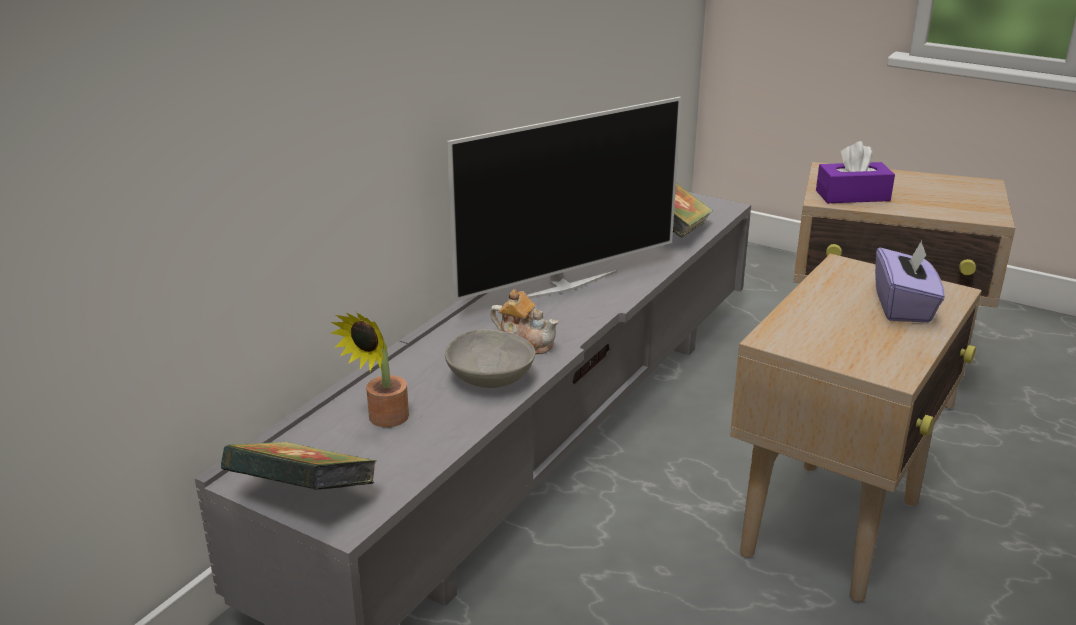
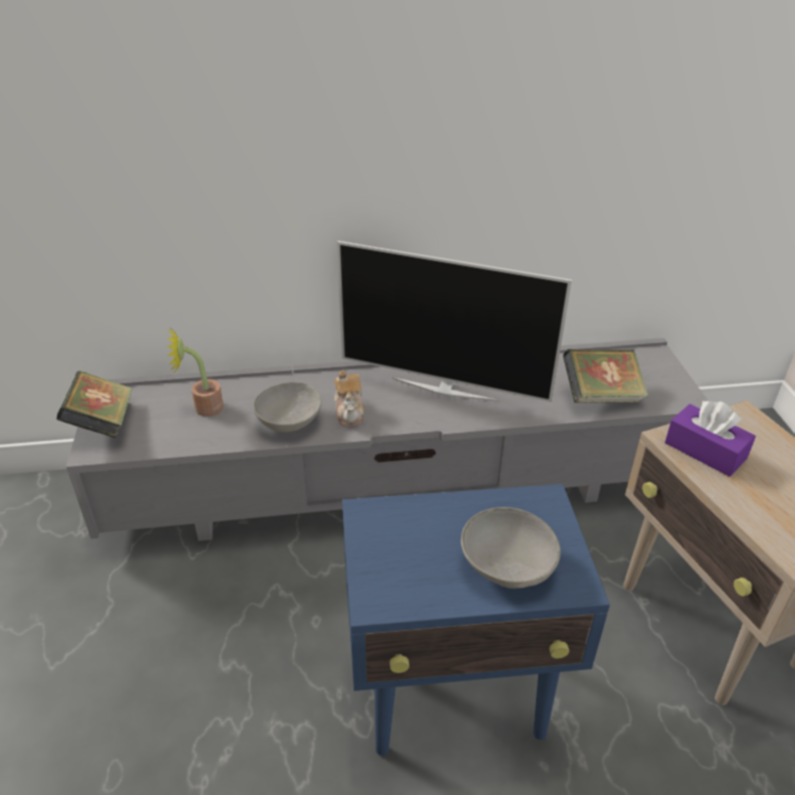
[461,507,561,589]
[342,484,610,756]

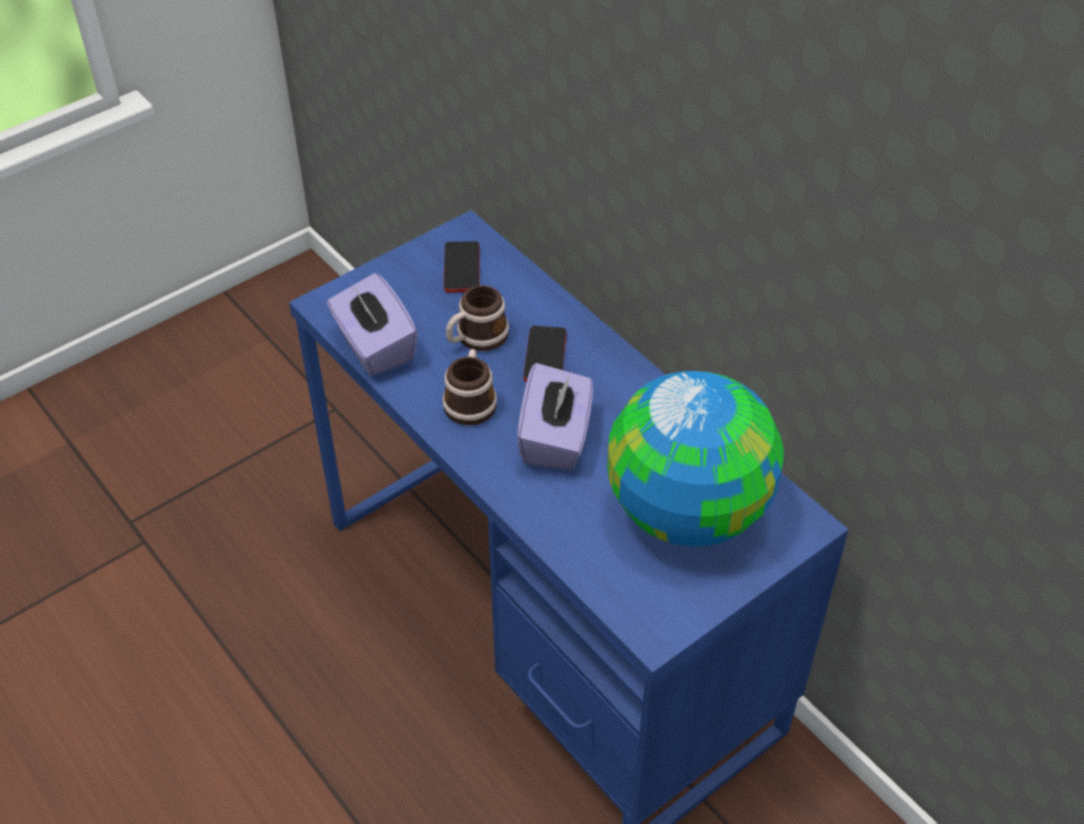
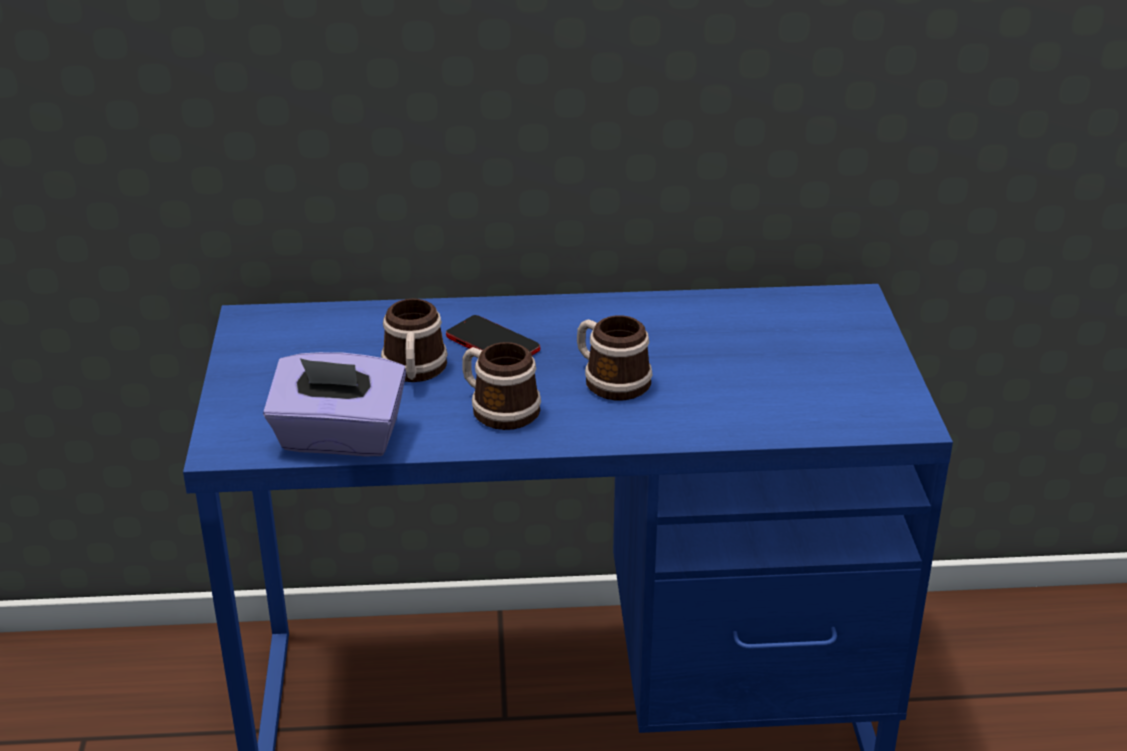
[444,241,480,292] (first image)
[577,315,653,401]
[607,371,784,547] (first image)

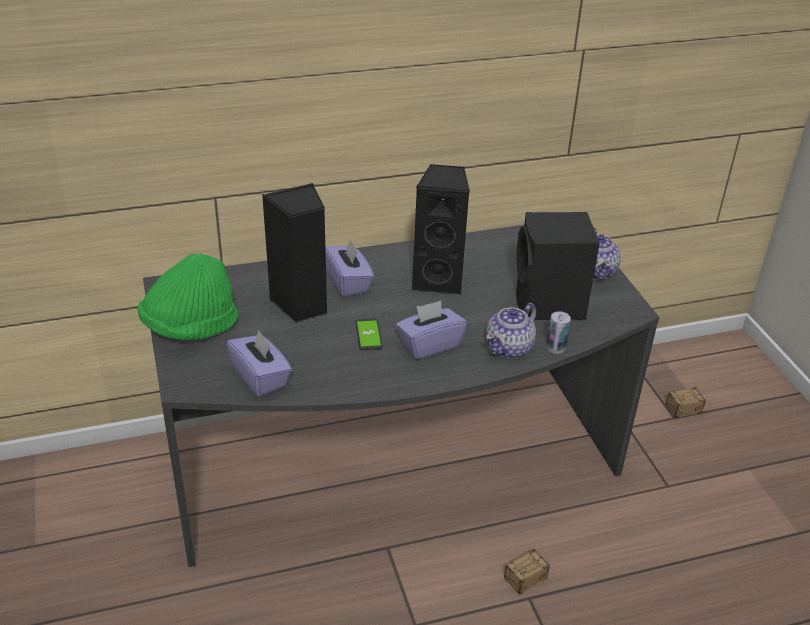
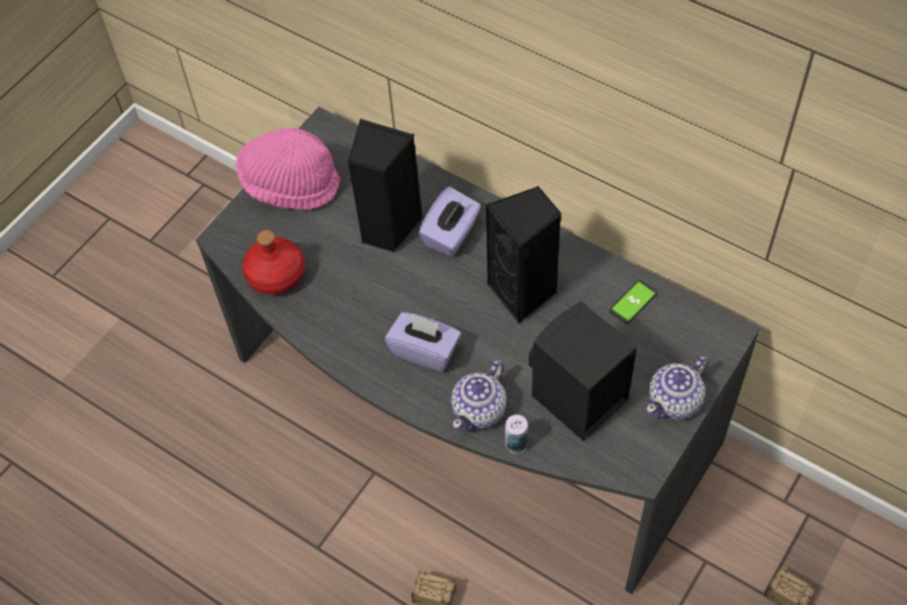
[236,128,340,210]
[451,360,507,432]
[609,280,658,324]
[242,230,305,295]

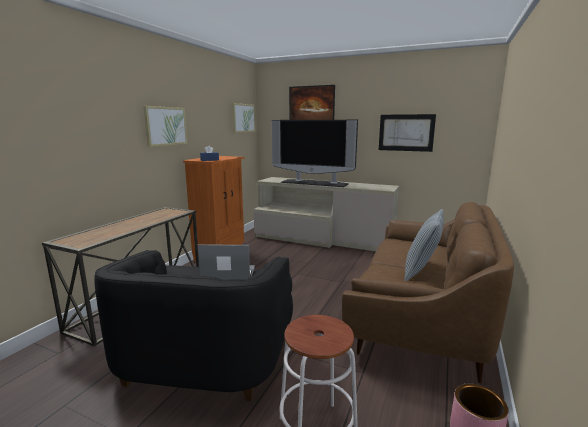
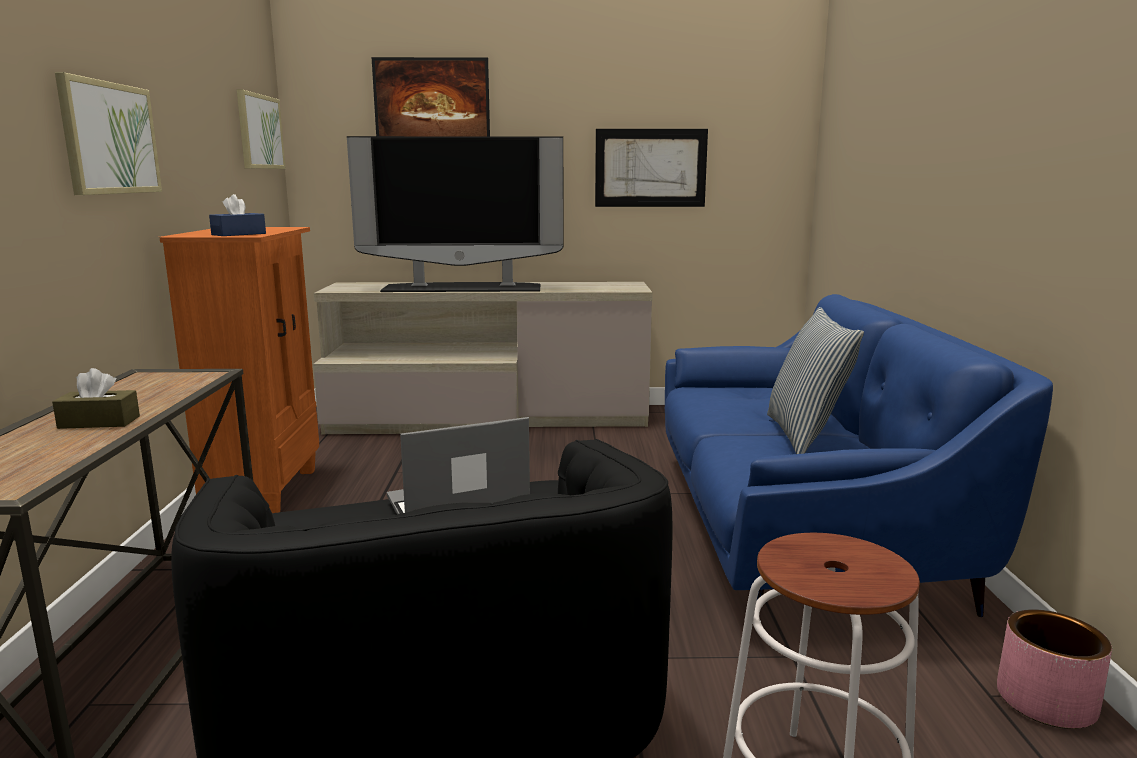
[665,294,1053,617]
[52,368,140,429]

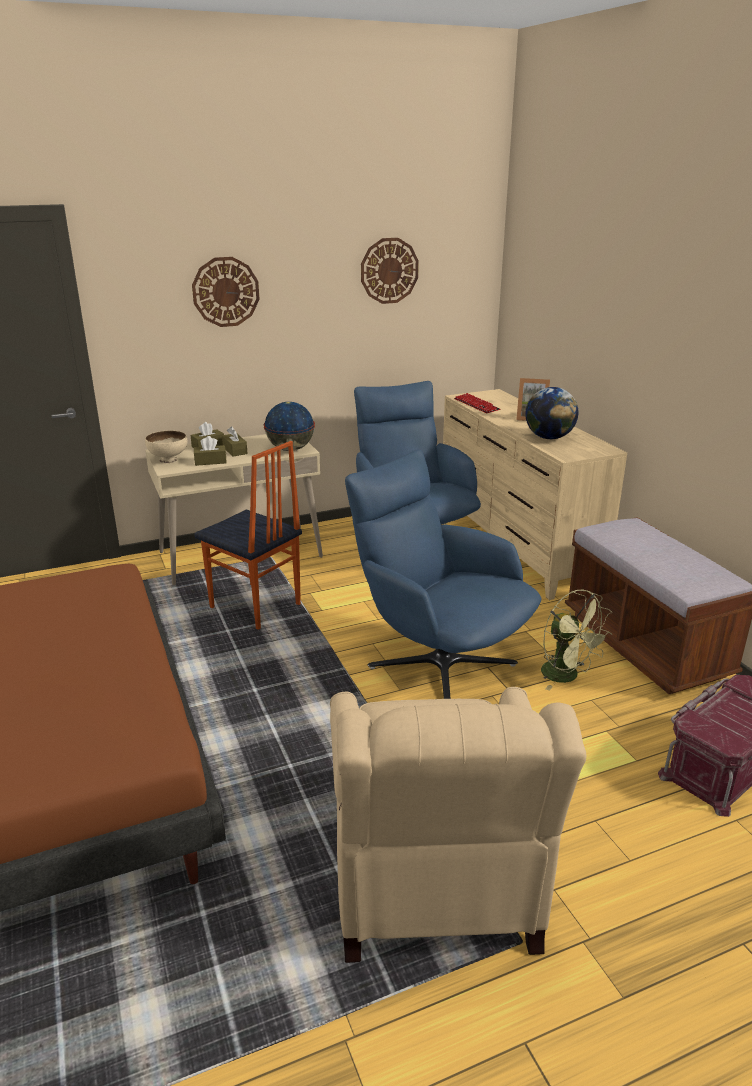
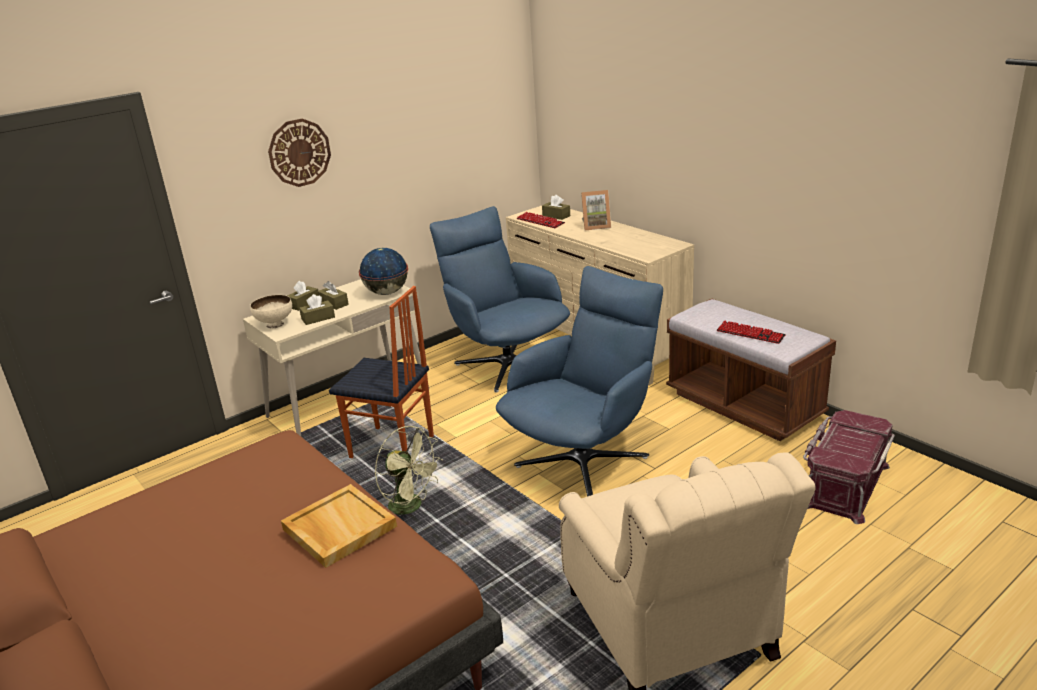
[361,238,419,304] (first image)
[525,387,579,439] (first image)
[496,266,663,497]
[375,426,443,515]
[542,195,570,220]
[717,320,786,344]
[281,484,397,568]

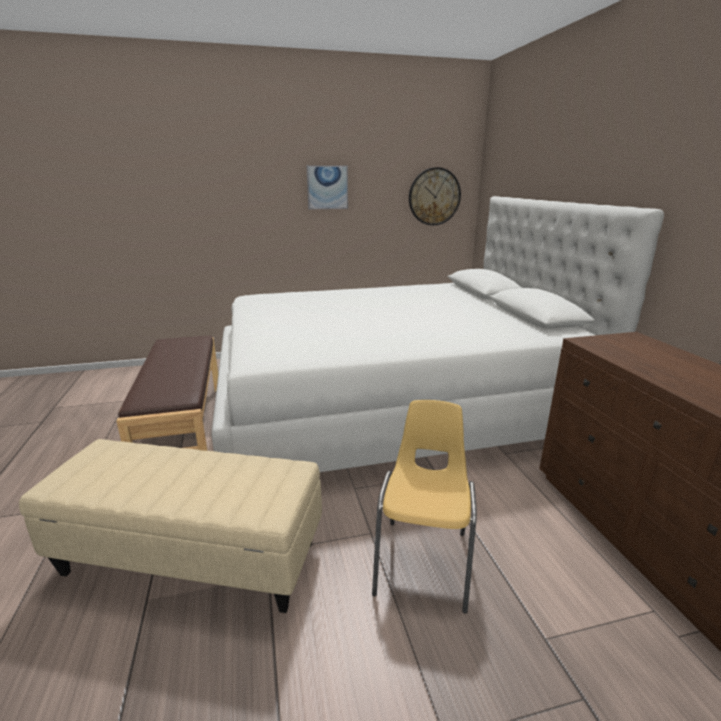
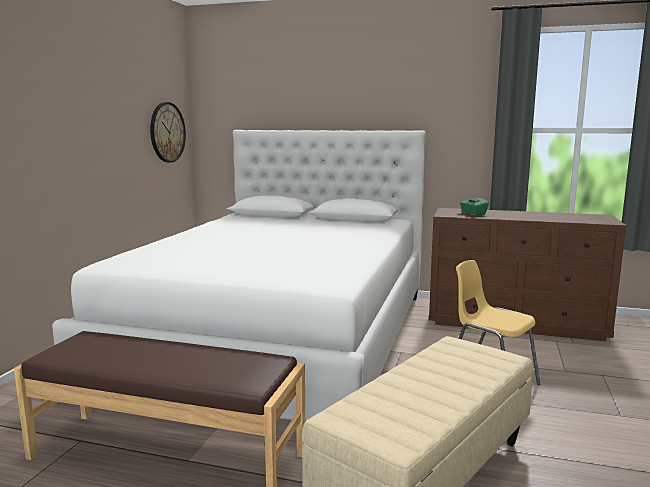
[306,165,348,209] (first image)
[460,194,489,216]

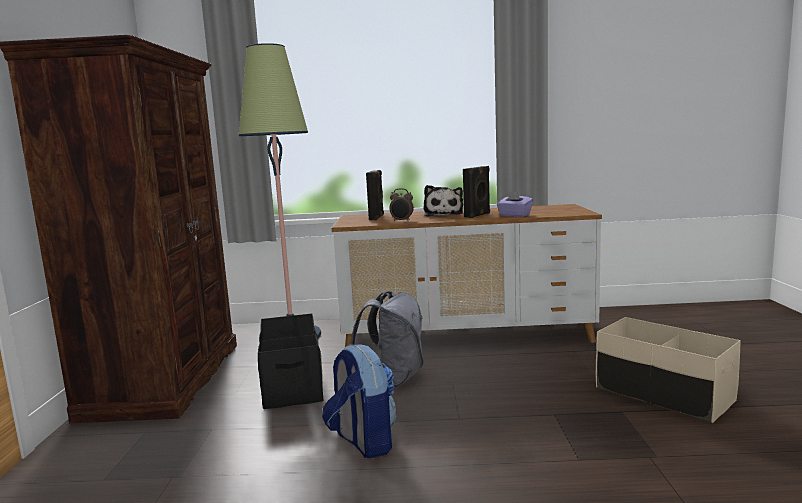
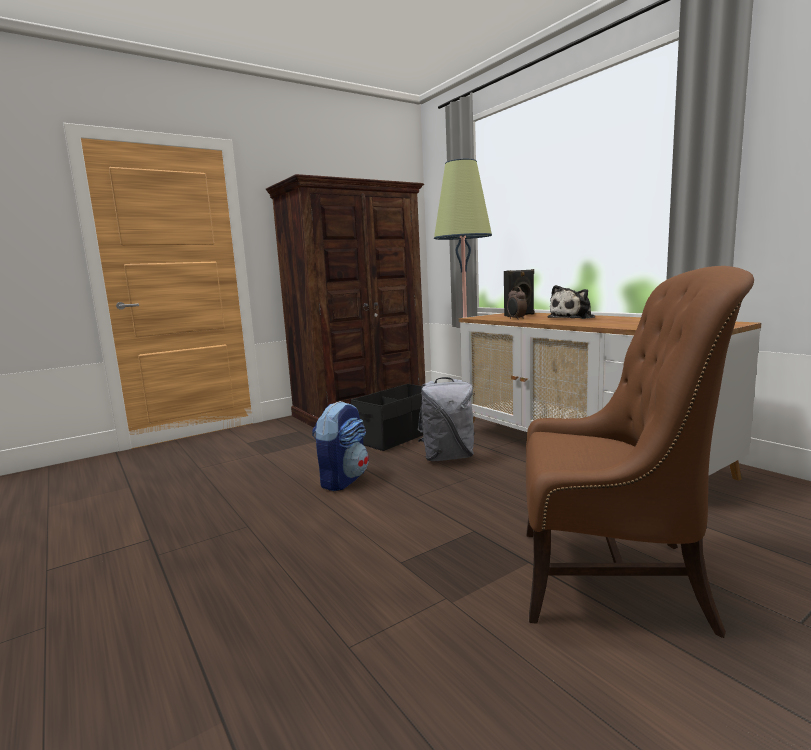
[463,166,490,218] (first image)
[497,191,533,217] (first image)
[526,266,754,638]

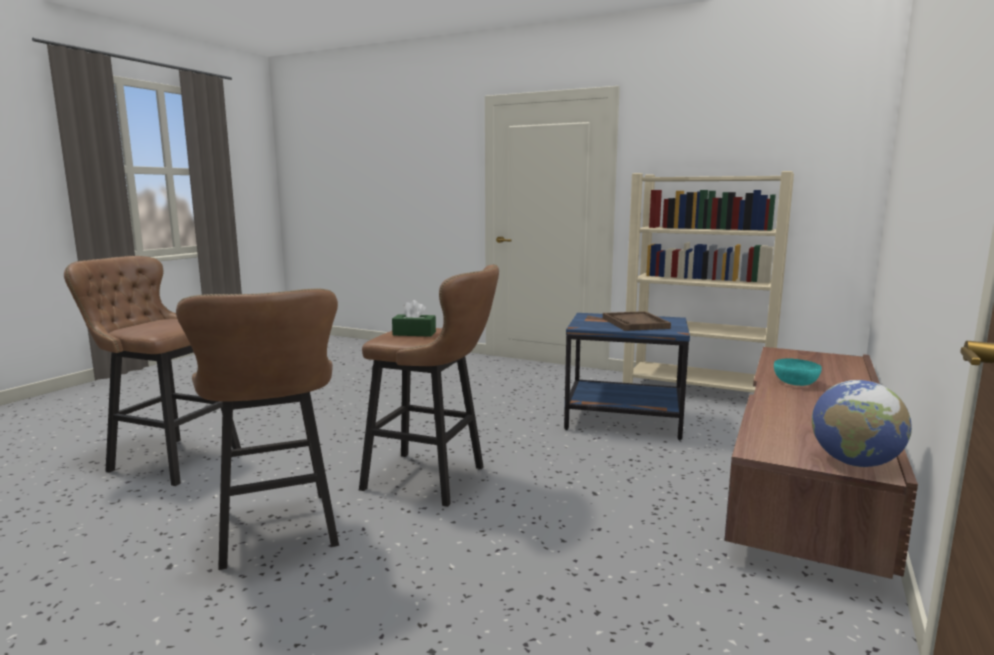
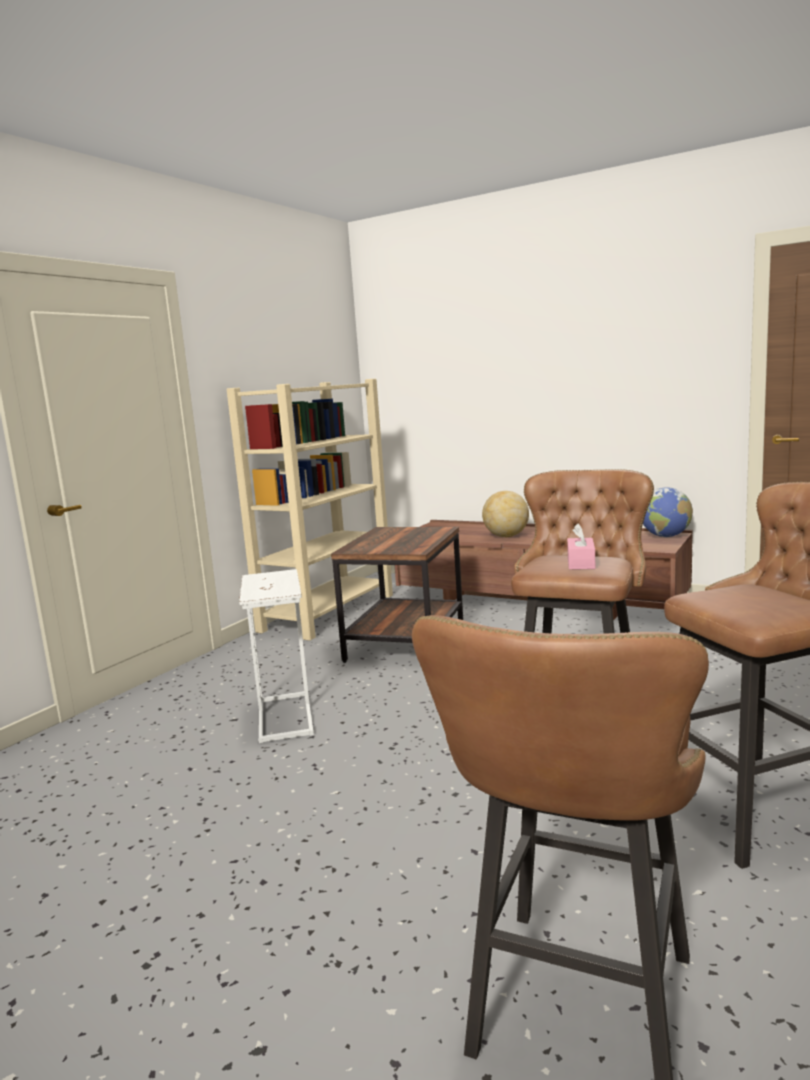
[567,523,595,570]
[603,311,671,331] (first image)
[331,527,463,663]
[482,491,529,537]
[239,569,314,743]

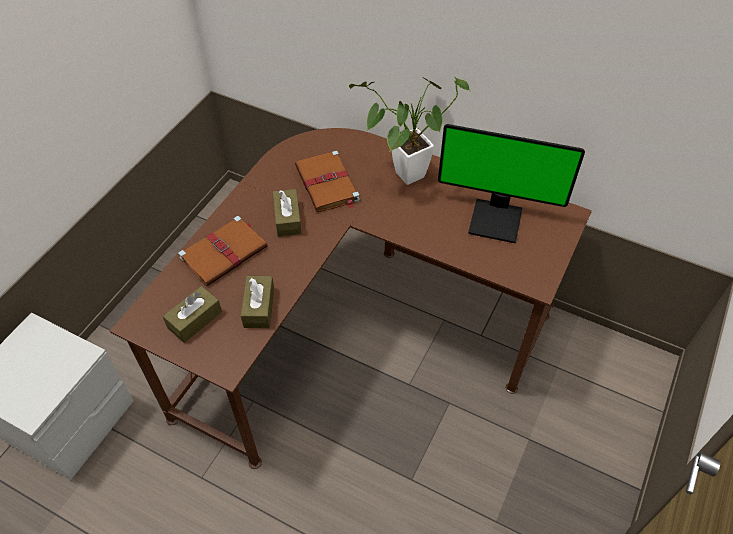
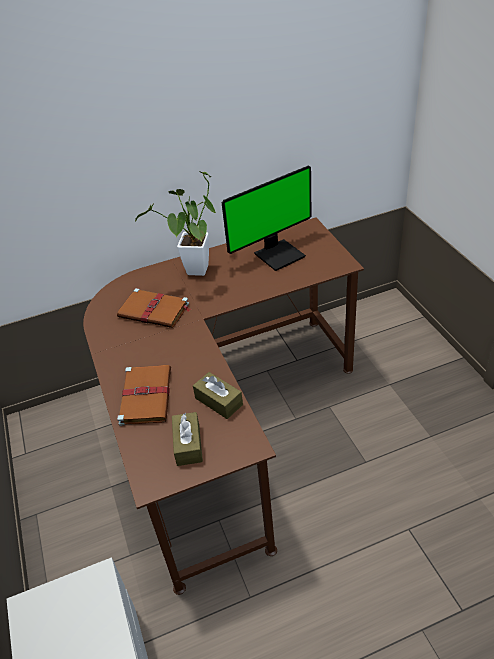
[273,189,302,237] (first image)

